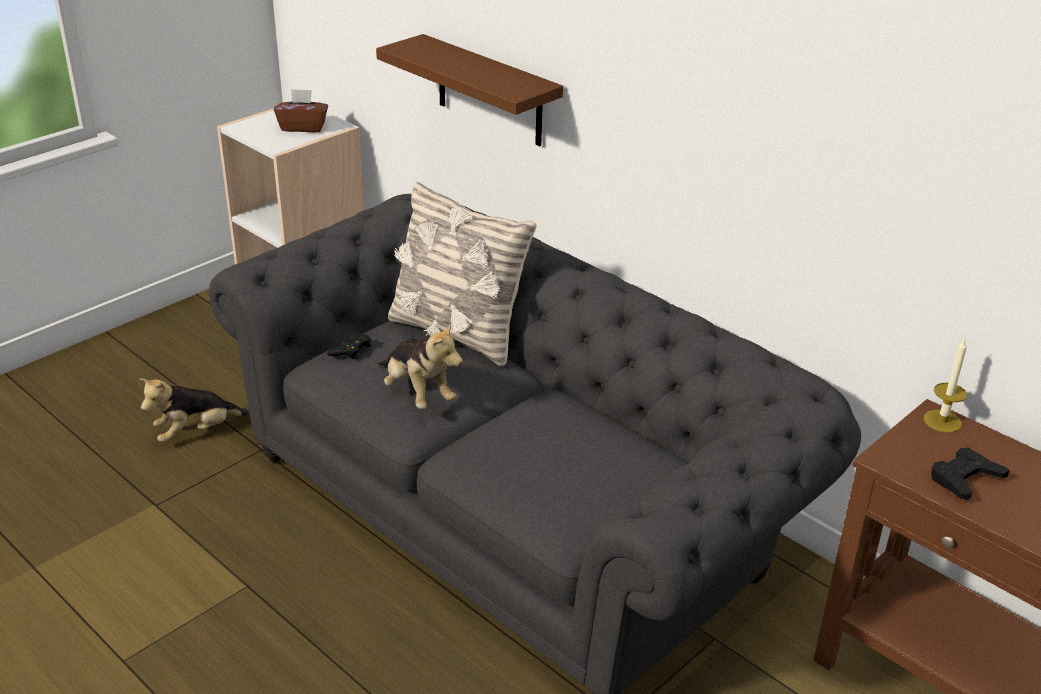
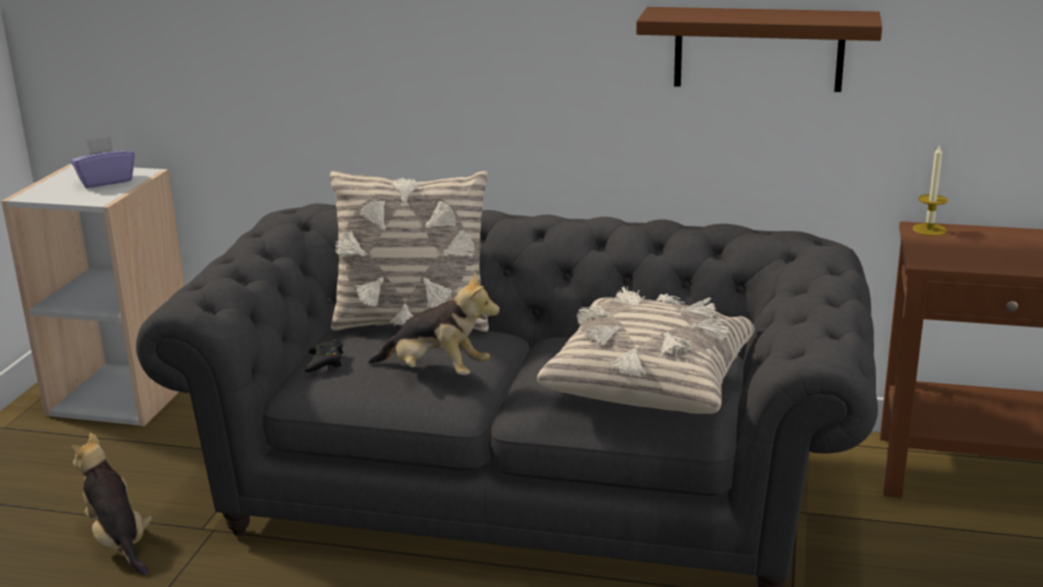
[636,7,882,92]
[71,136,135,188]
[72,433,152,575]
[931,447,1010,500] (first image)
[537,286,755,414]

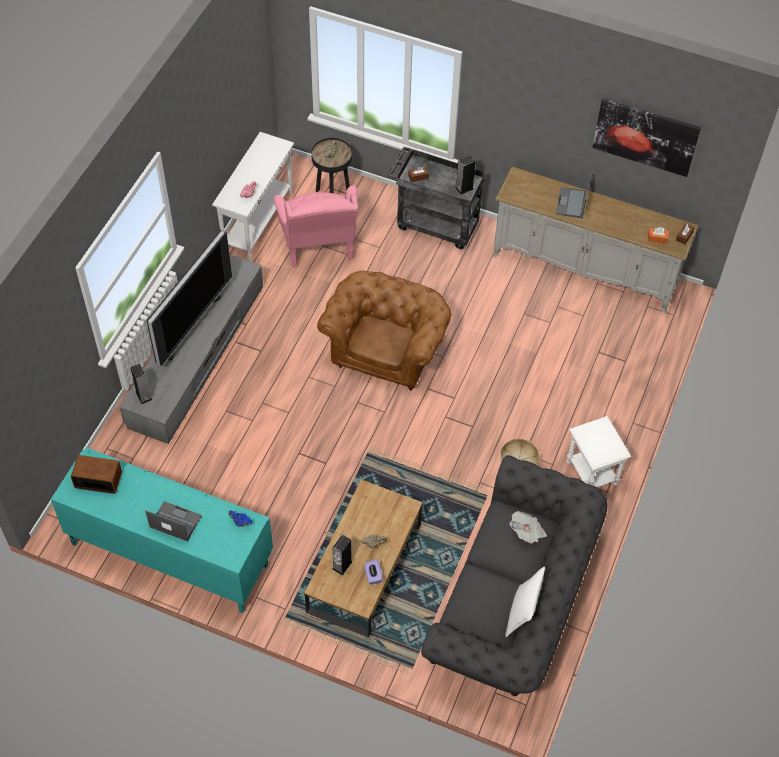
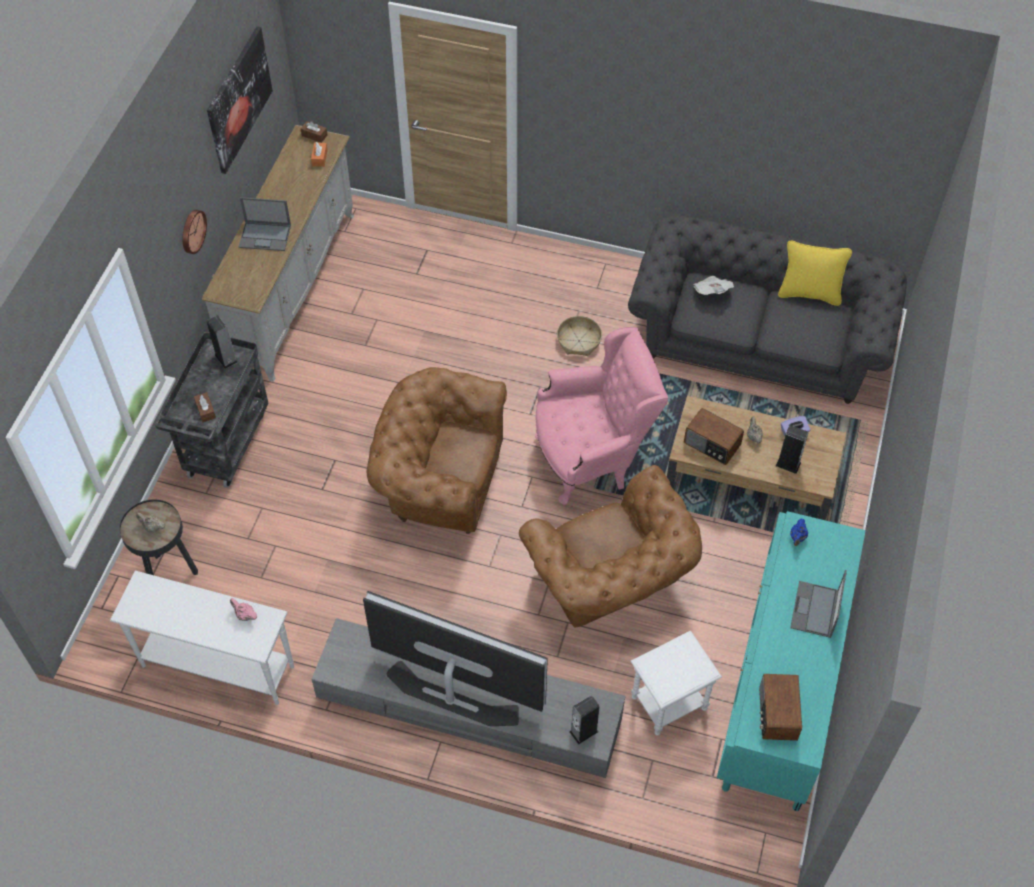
[535,327,668,505]
[631,630,722,736]
[778,240,852,306]
[182,210,207,254]
[684,408,744,465]
[519,465,702,628]

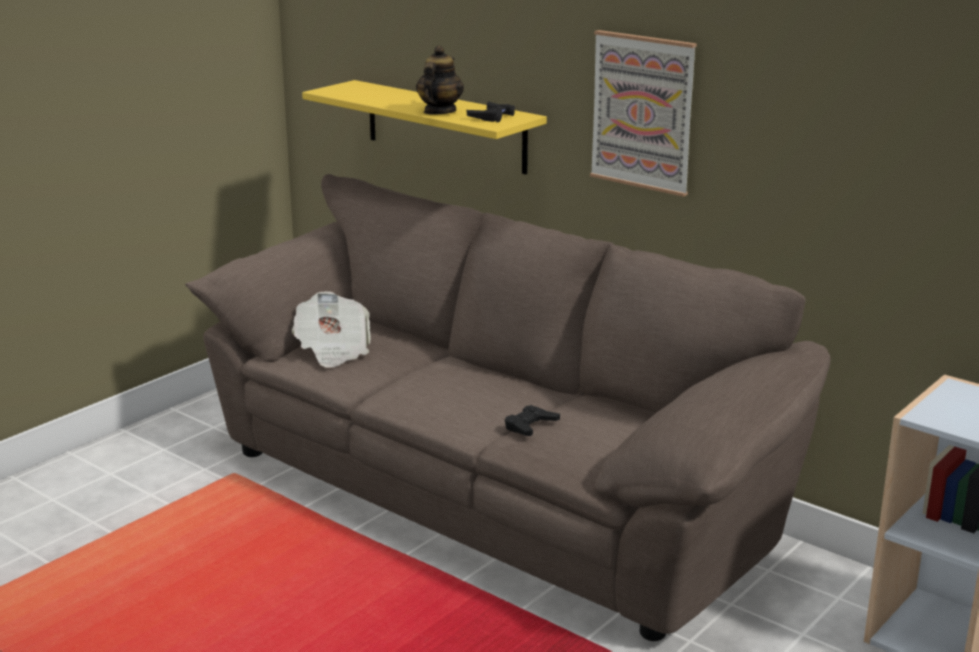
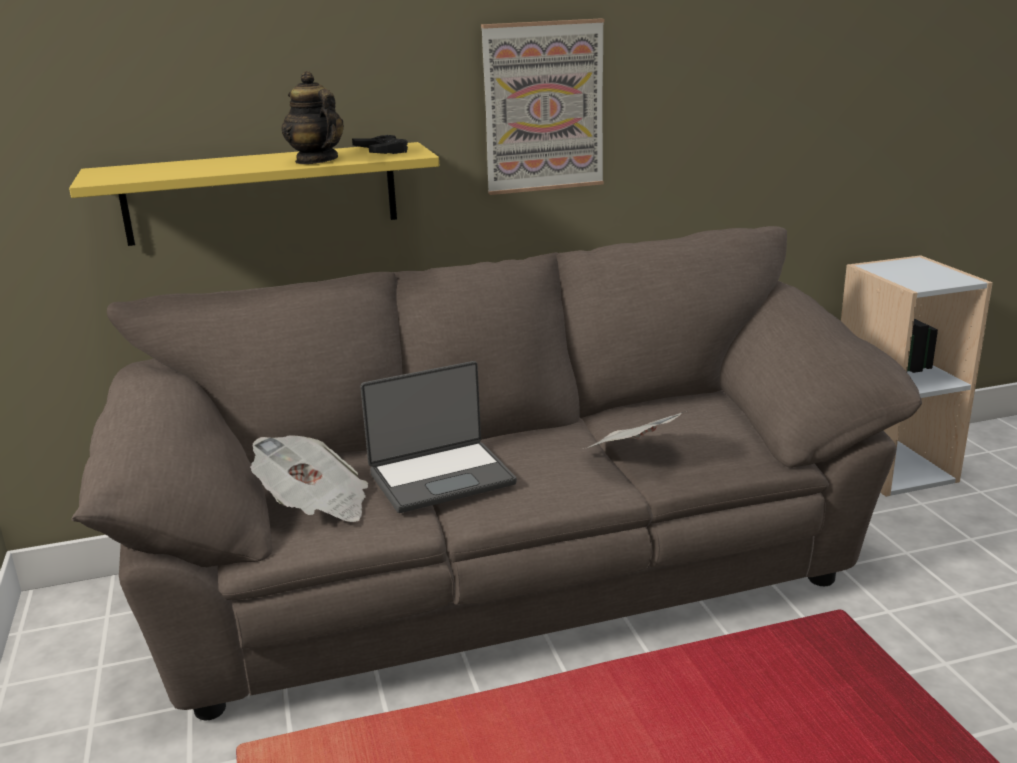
[583,411,686,449]
[360,361,517,513]

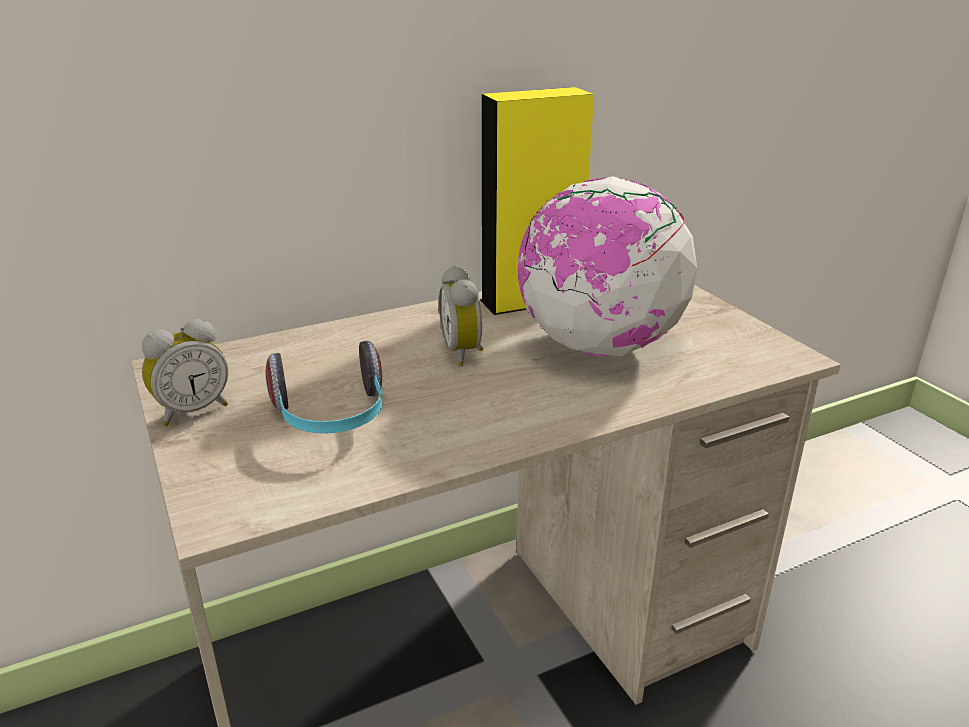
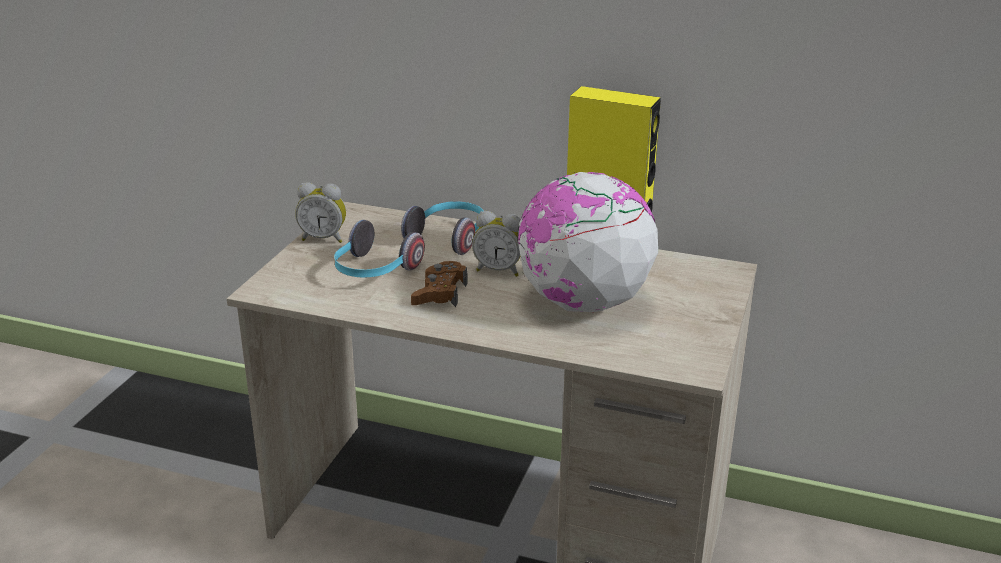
[472,211,521,277]
[401,201,483,255]
[411,261,468,307]

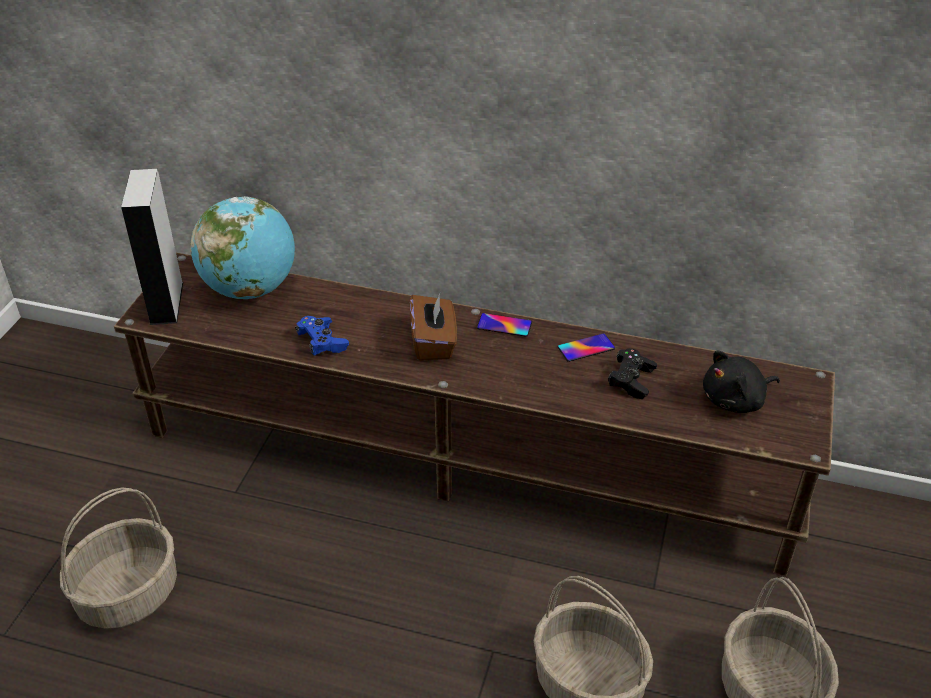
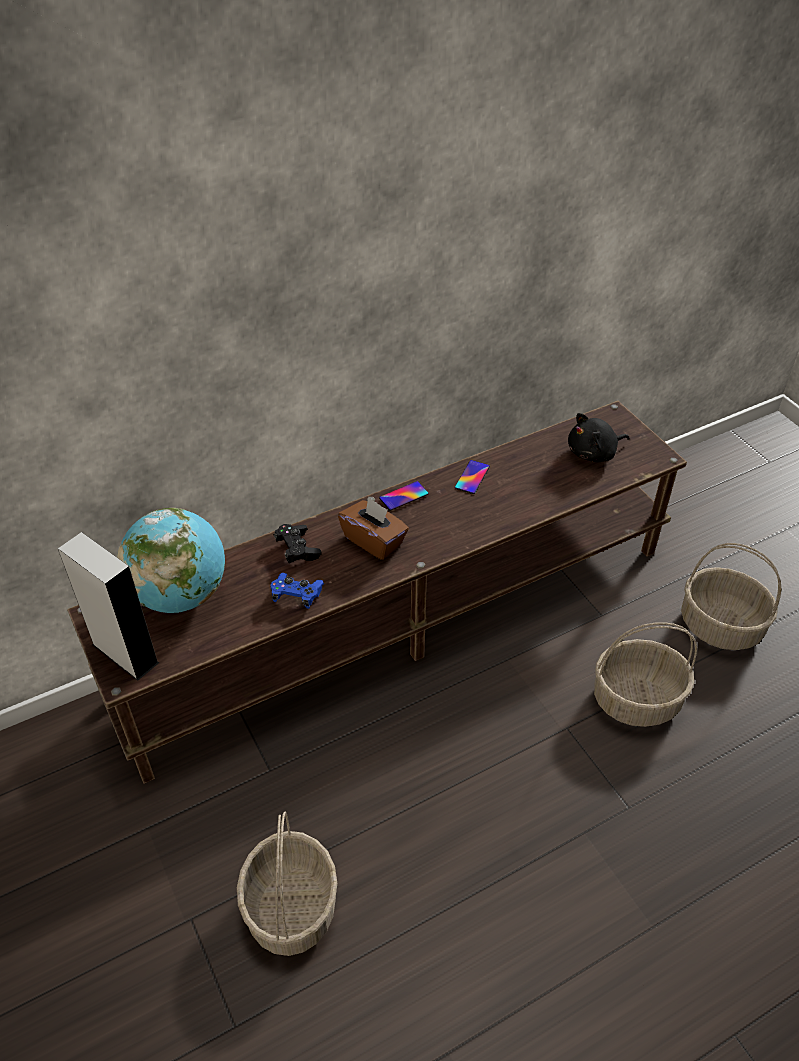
[273,524,322,563]
[568,413,629,462]

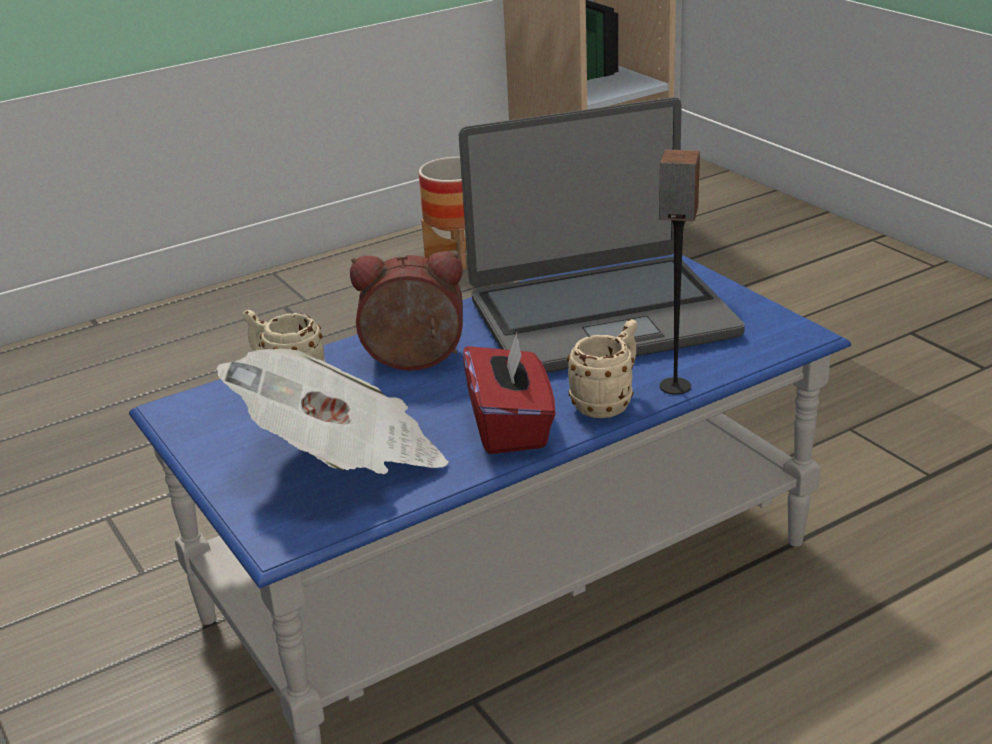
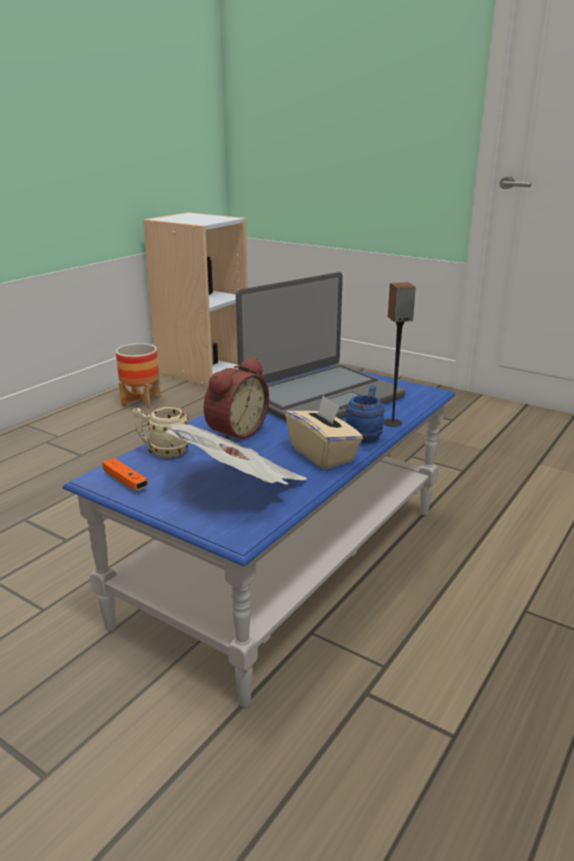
[204,357,269,439]
[346,385,384,443]
[285,396,363,469]
[102,458,148,490]

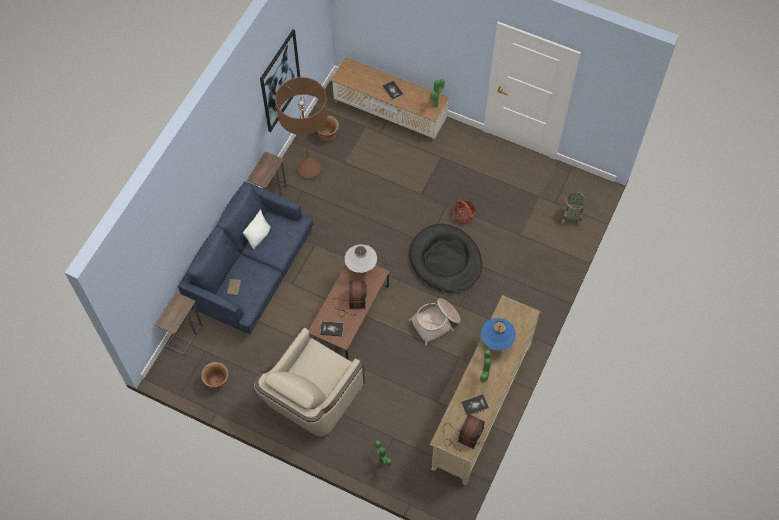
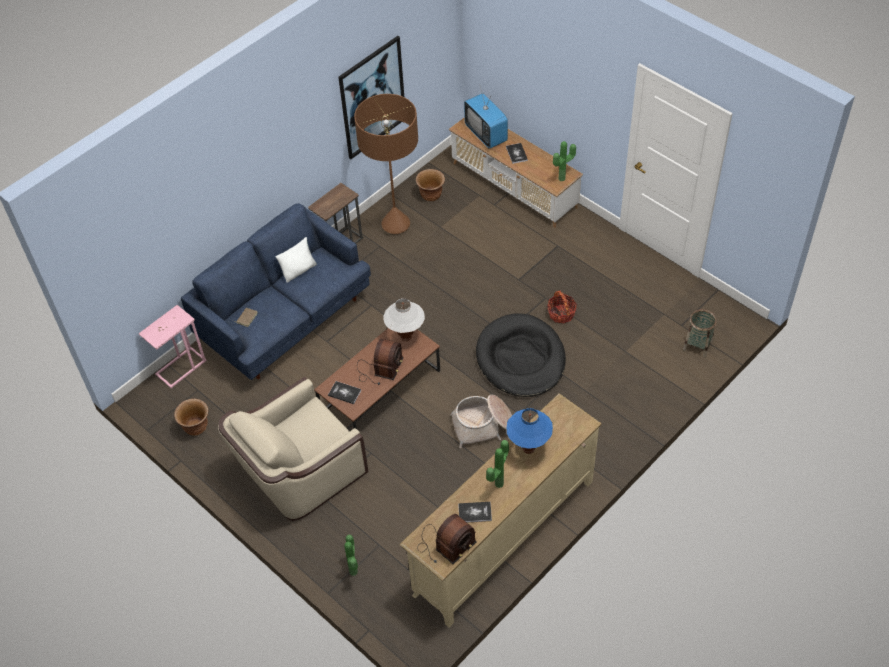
[139,305,207,388]
[464,84,508,149]

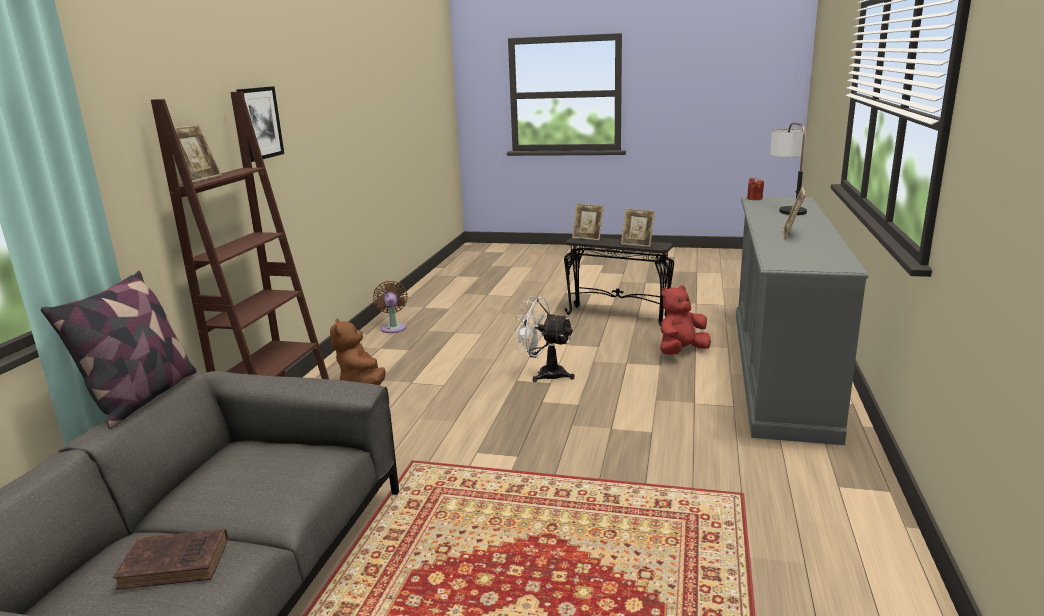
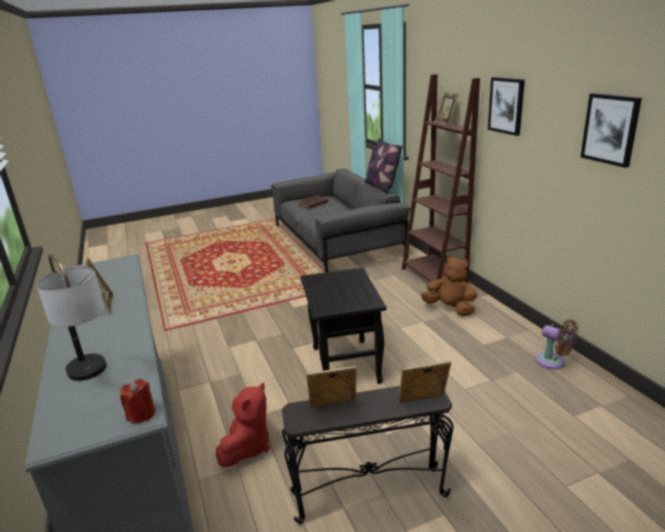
[300,268,387,384]
[581,93,642,168]

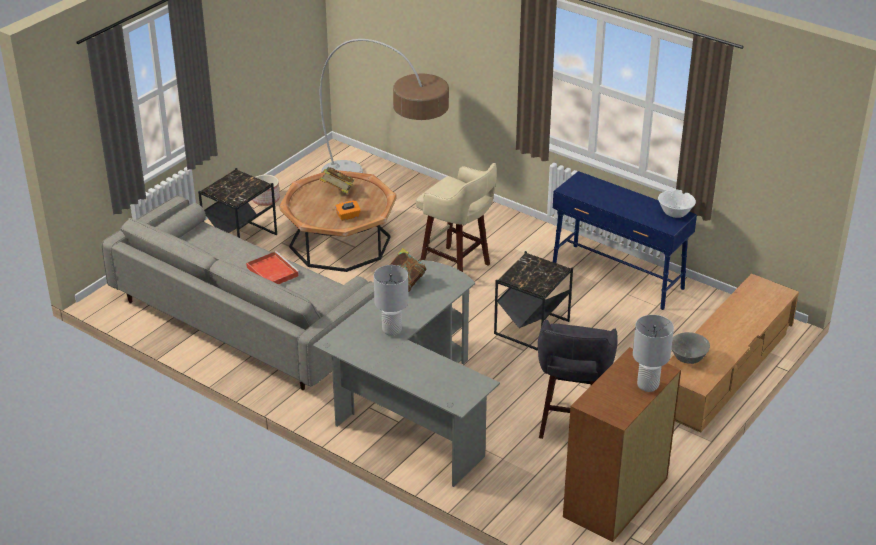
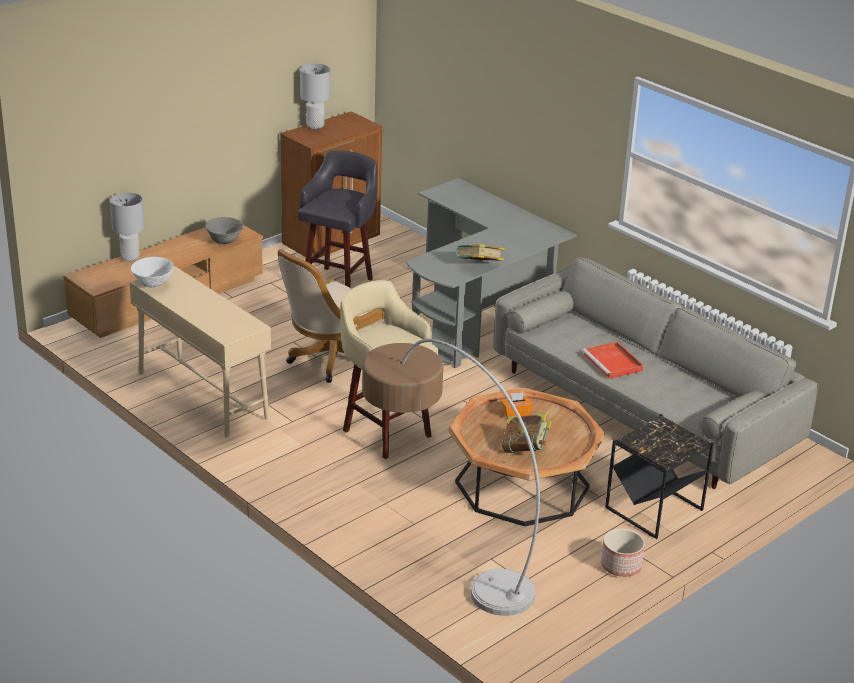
[129,266,271,438]
[278,249,385,383]
[110,192,144,261]

